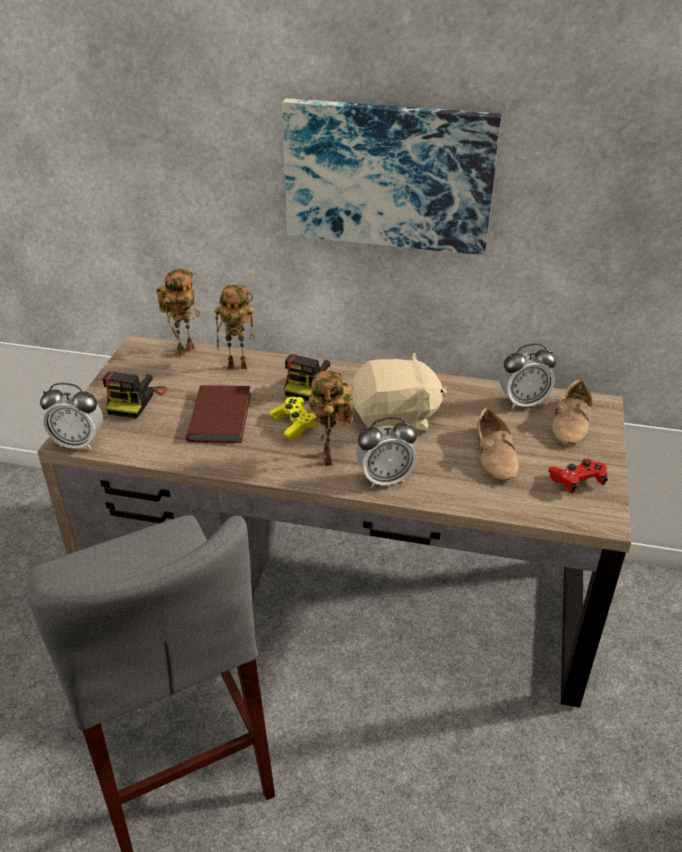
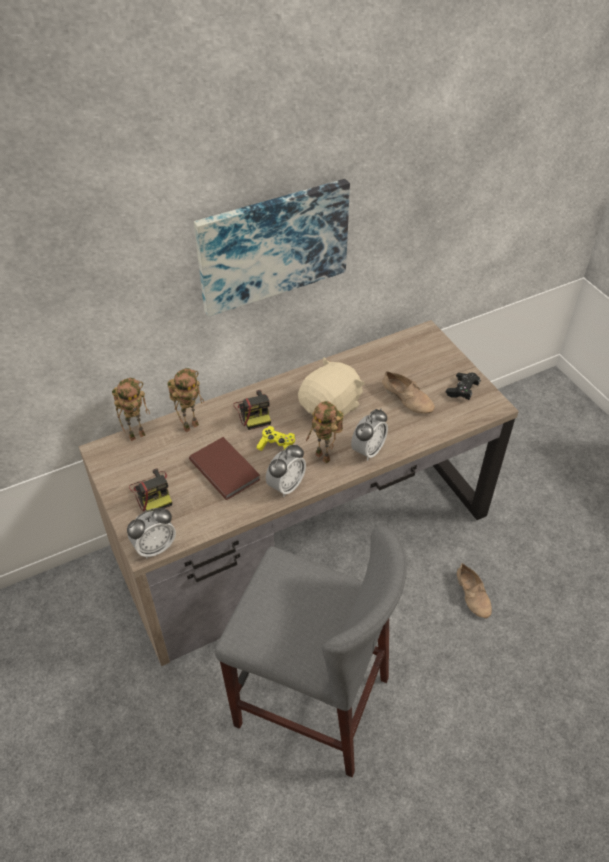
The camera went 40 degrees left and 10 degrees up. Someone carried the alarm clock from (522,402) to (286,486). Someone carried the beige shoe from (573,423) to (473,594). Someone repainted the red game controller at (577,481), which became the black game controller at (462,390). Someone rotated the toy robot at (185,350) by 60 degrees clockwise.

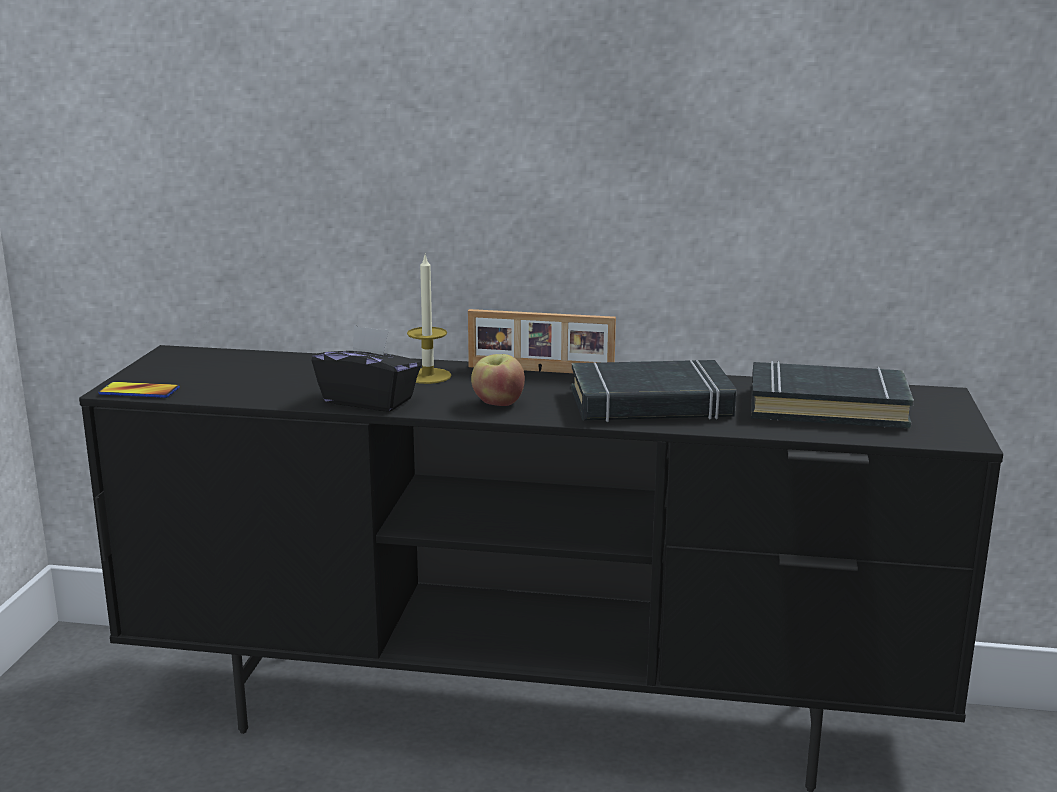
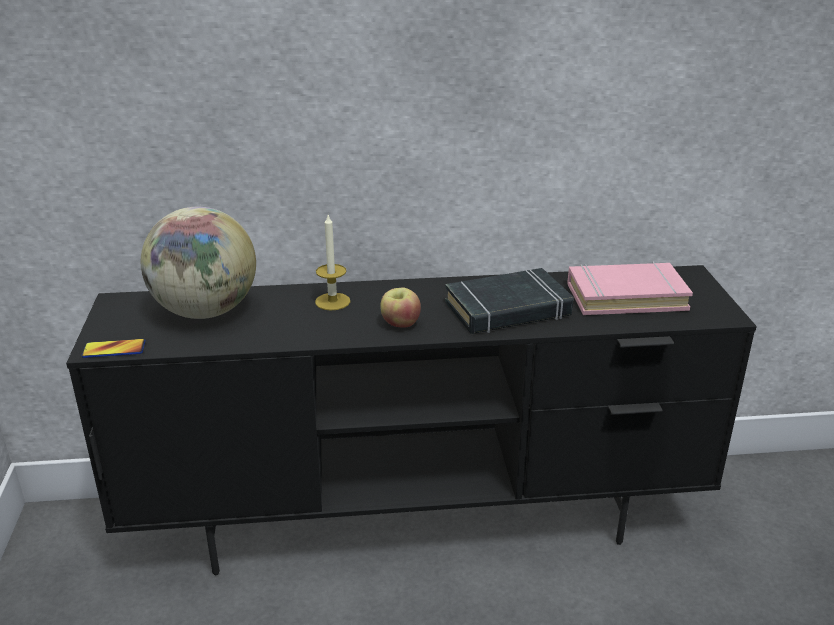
The camera went 15 degrees left and 10 degrees up. Someone took away the black tissue box at (369,400). Someone took away the picture frame at (540,371). Someone put down the globe at (205,311). Someone repainted the black book at (827,407), which became the pink book at (626,296).

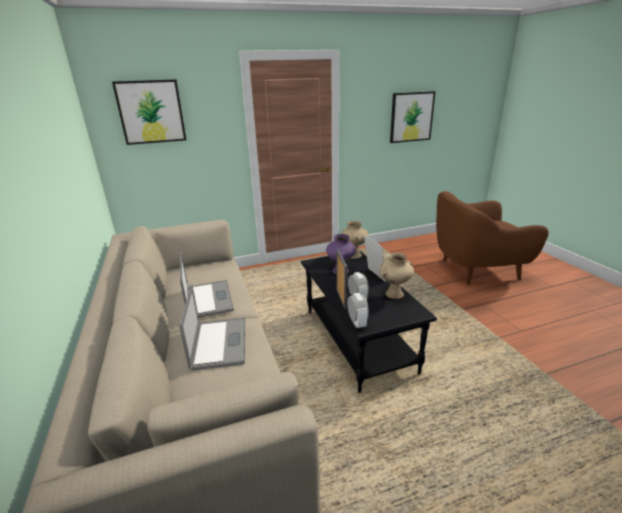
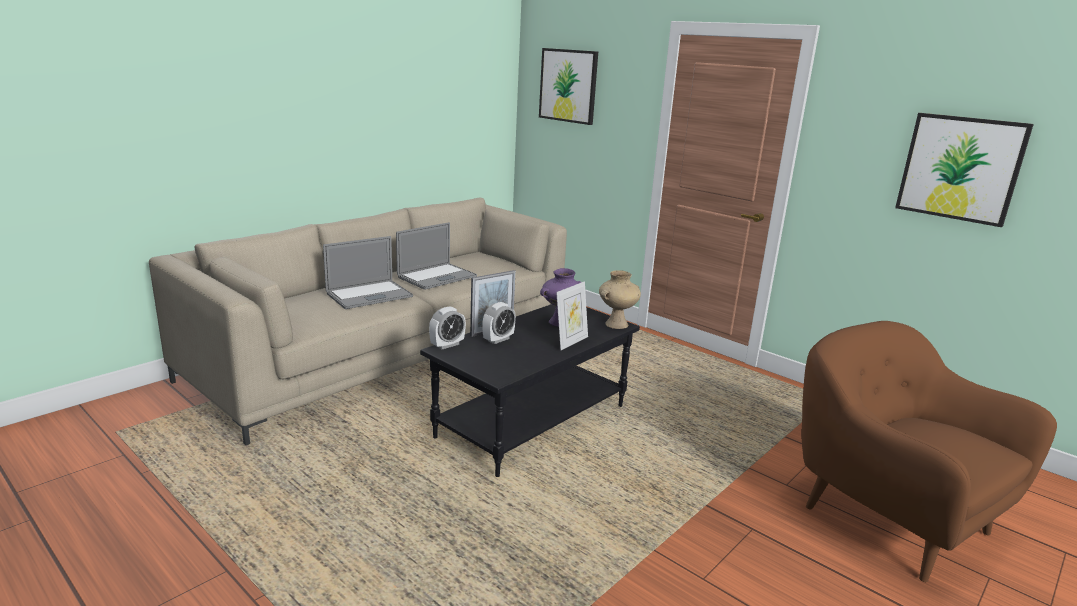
The camera went 60 degrees right and 5 degrees down. Someone took away the beige vase at (394,294).

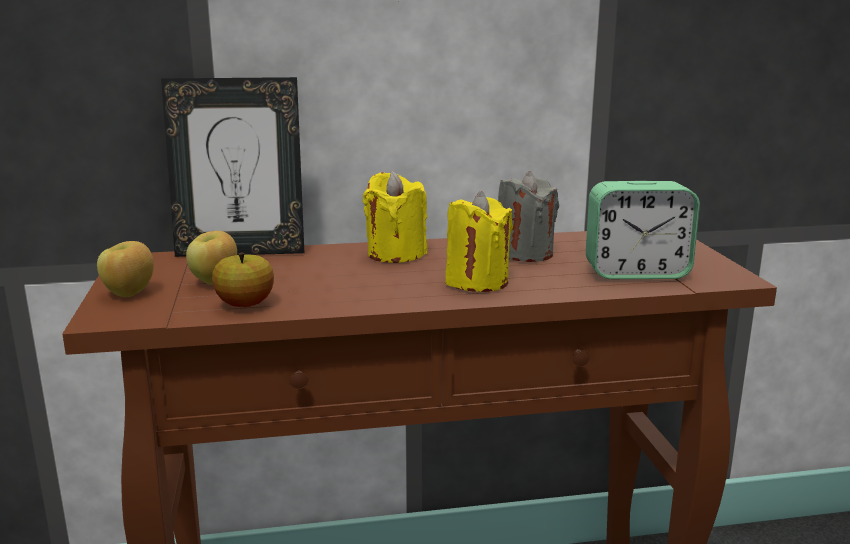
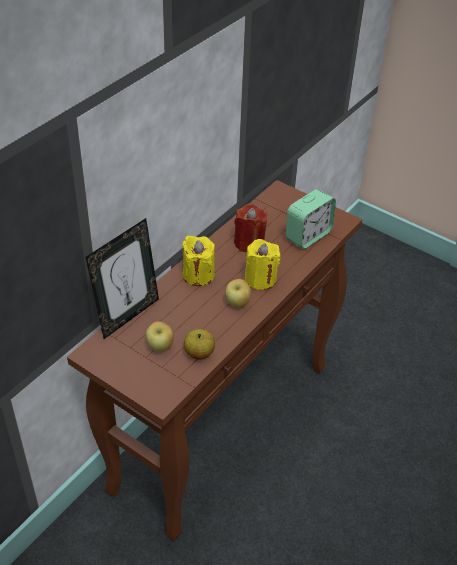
The camera went 45 degrees left and 25 degrees up. Someone carried the apple from (129,294) to (238,303). Someone repainted the grey candle at (524,253), which became the red candle at (249,243).

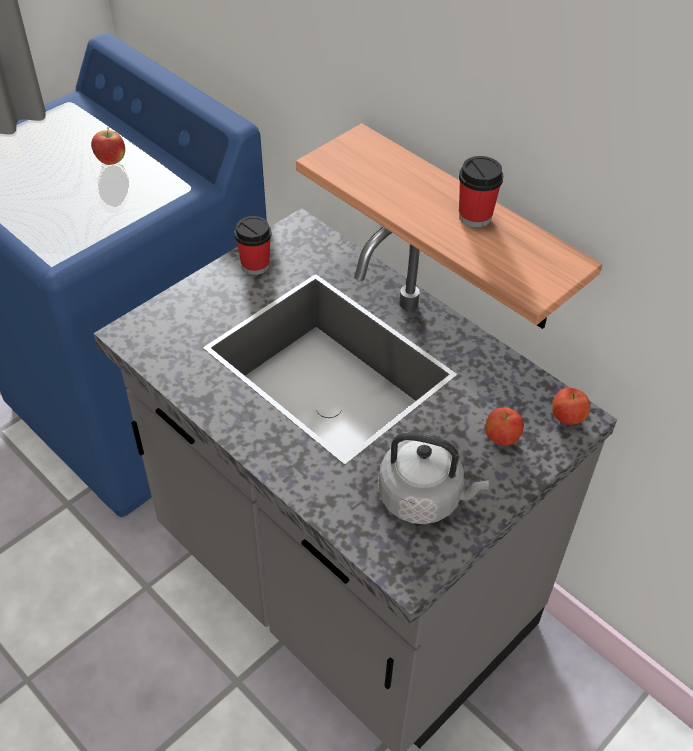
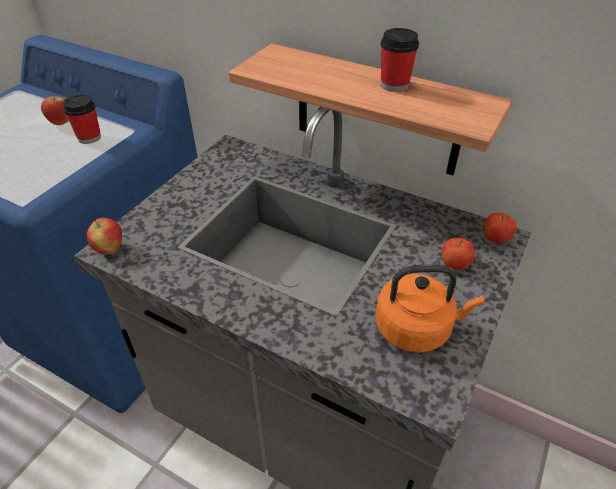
The camera went 15 degrees left and 5 degrees down. Someone put down the apple at (109,249). Someone carried the cup from (255,265) to (89,137). Someone repainted the grey kettle at (424,498), which became the orange kettle at (416,328).

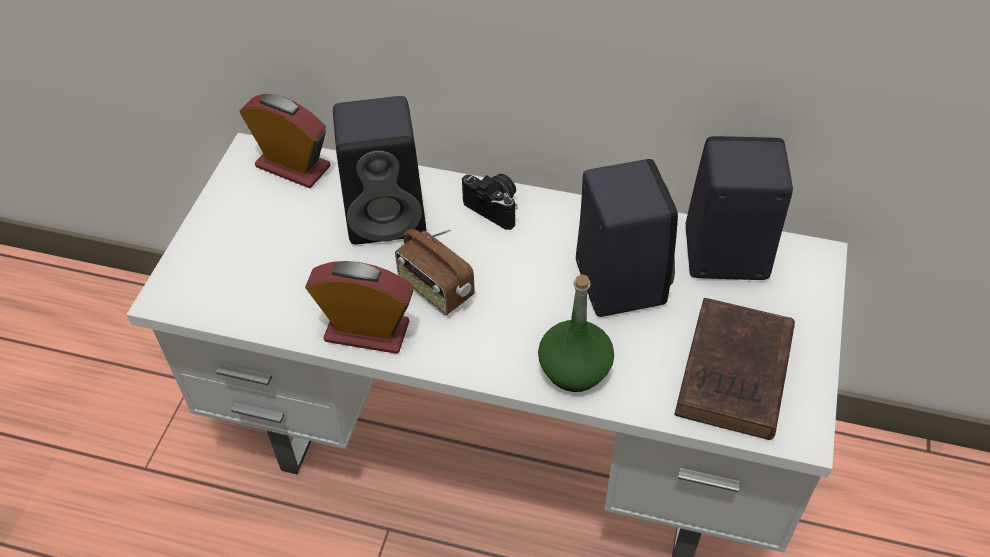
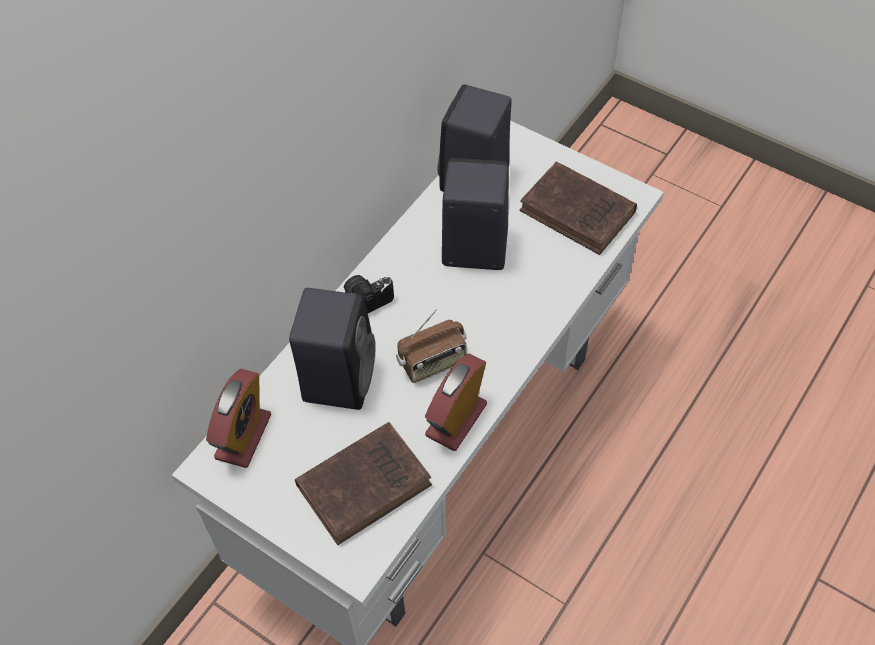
The camera went 70 degrees left and 5 degrees up. Someone took away the green bottle at (574,369). Someone put down the brown book at (367,483). Someone rotated the alarm clock at (293,166) by 150 degrees clockwise.

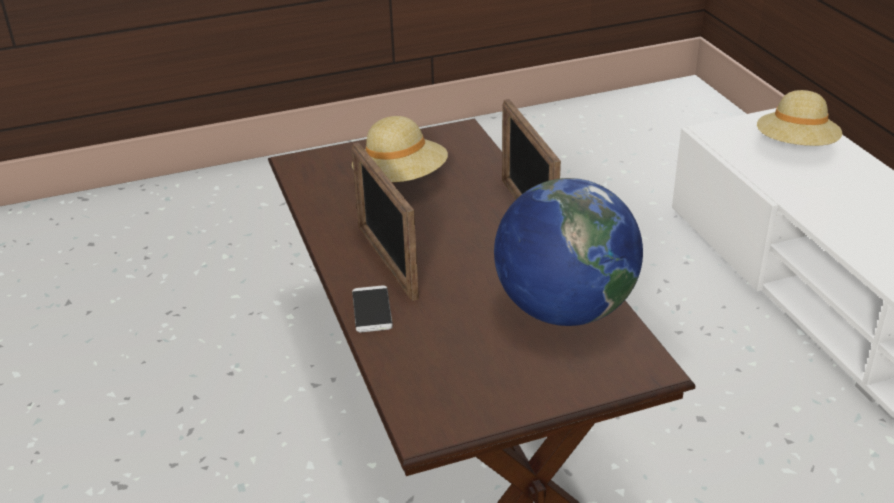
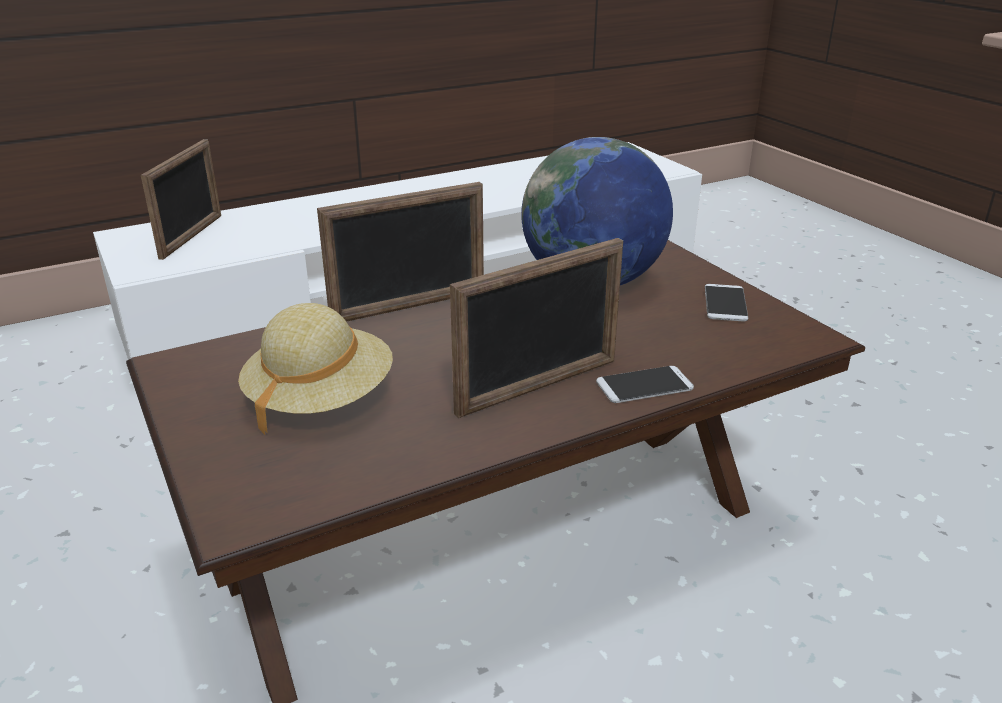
The camera went 100 degrees left and 5 degrees down. Someone put down the phone at (725,303). Someone swapped the beige hat at (795,147) for the picture frame at (192,236).

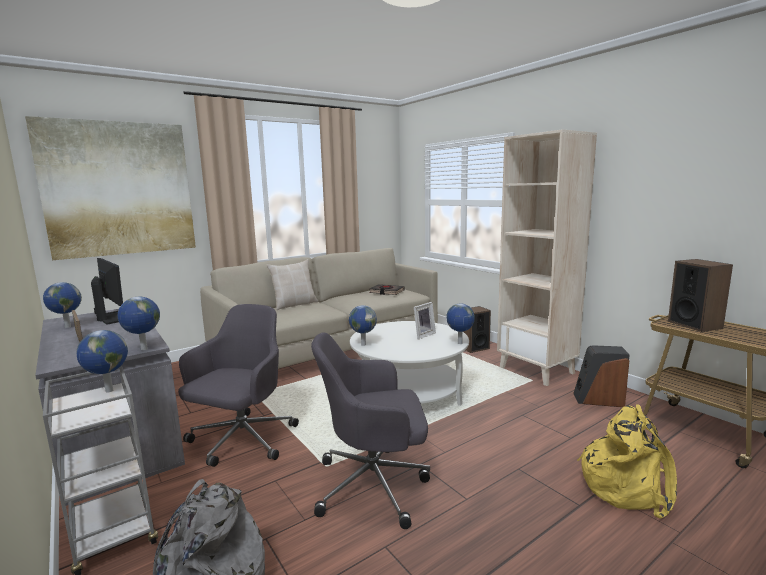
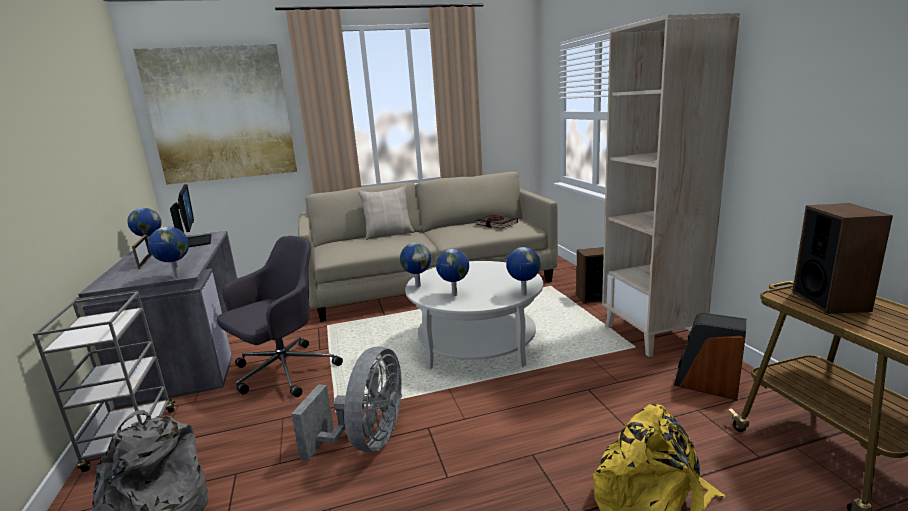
The camera went 20 degrees right and 5 degrees up. Someone took away the picture frame at (423,335). Someone carried the globe from (108,391) to (454,295). Someone swapped the grey office chair at (375,484) for the grey fan at (367,441).

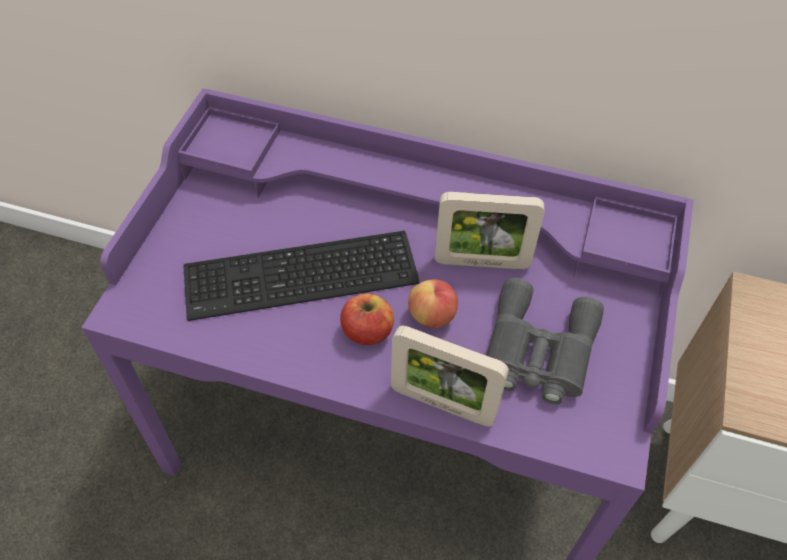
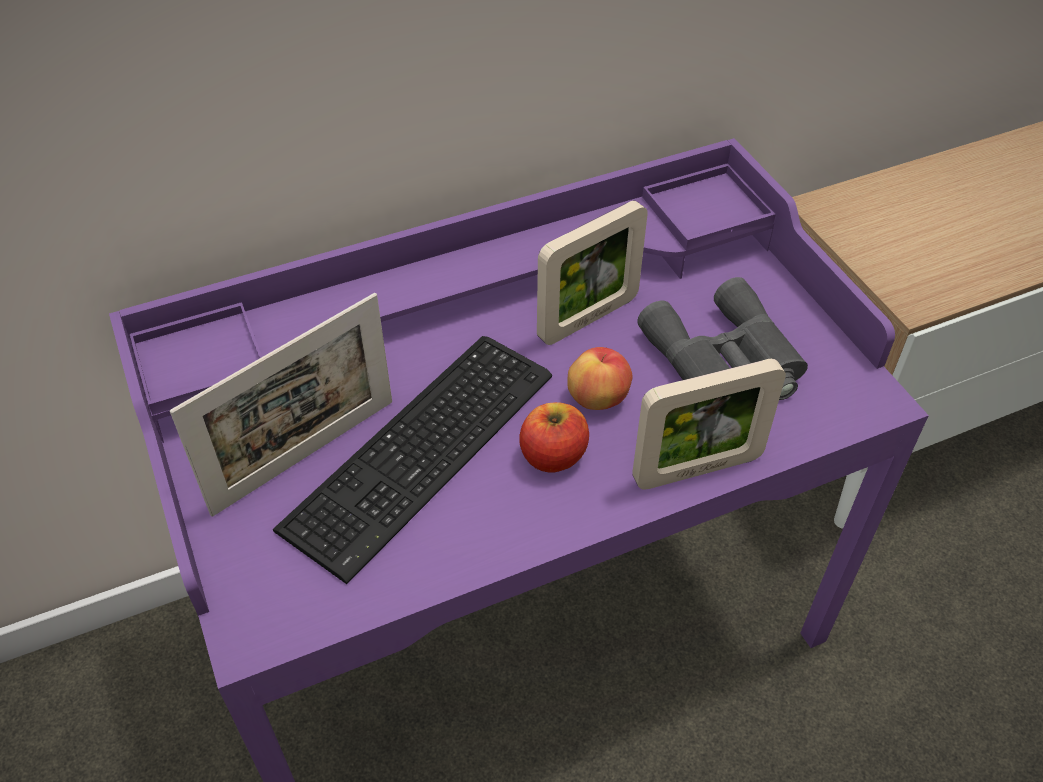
The camera went 40 degrees left and 5 degrees down. Someone put down the picture frame at (305,456).

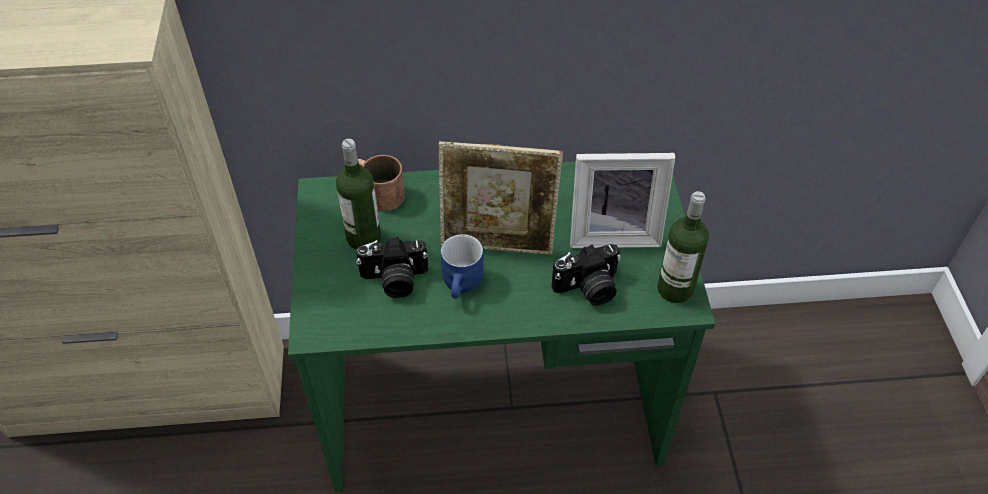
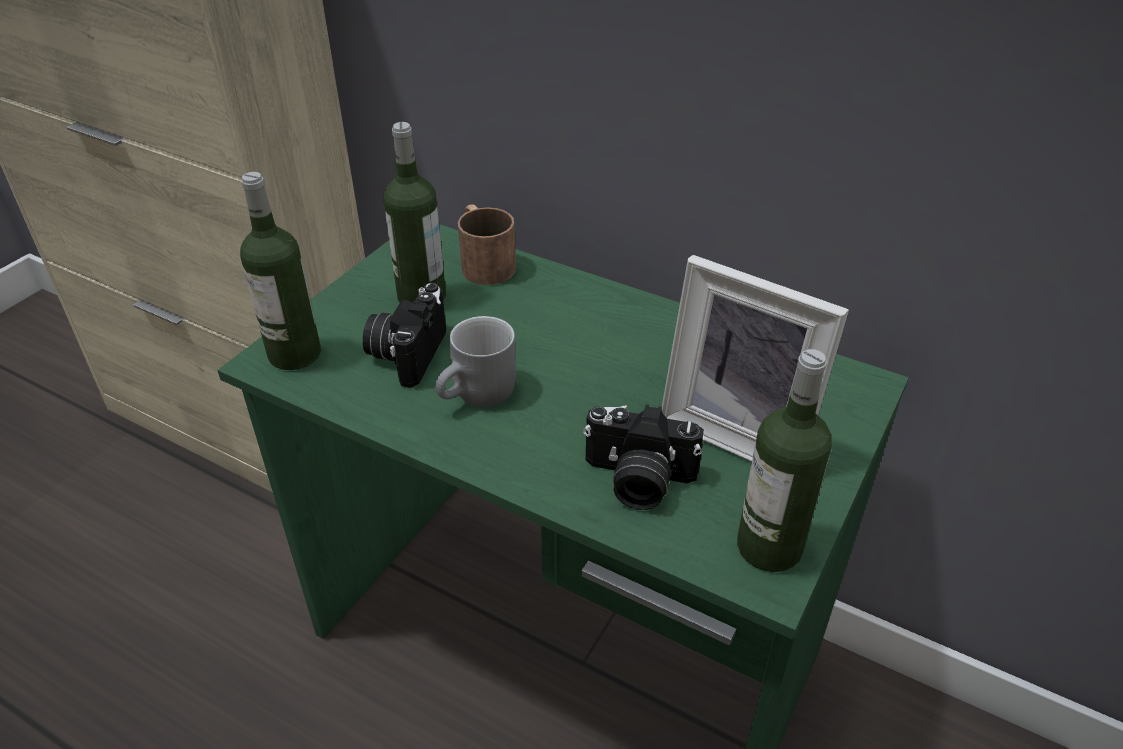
The camera went 35 degrees right and 10 degrees down. Someone took away the picture frame at (498,245). Someone put down the bottle at (294,354). Someone repainted the blue mug at (464,285), which became the grey mug at (480,396). Someone rotated the photo camera at (394,280) by 75 degrees clockwise.

